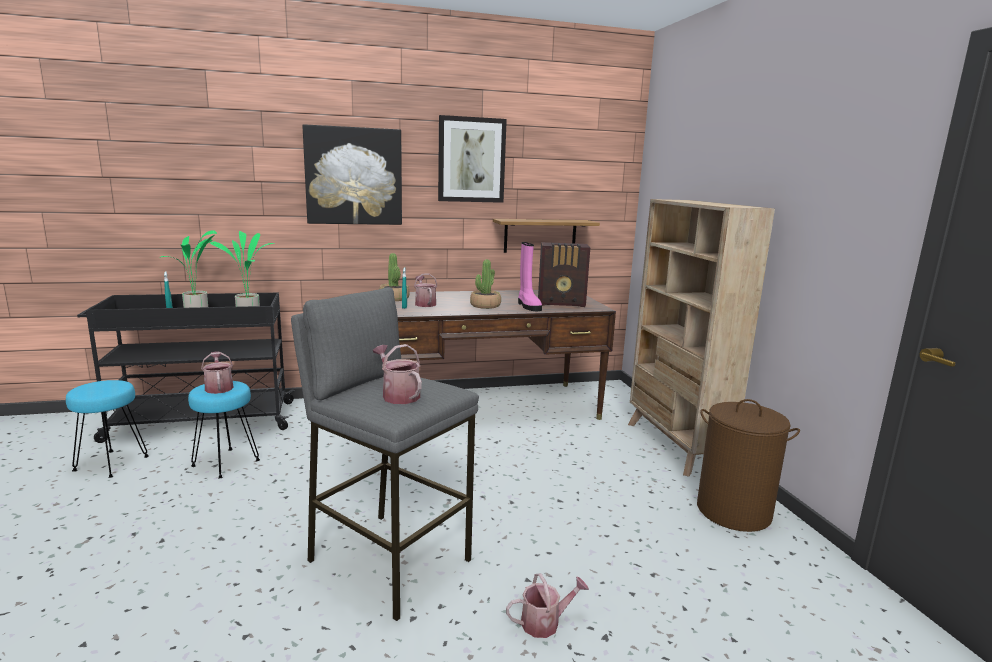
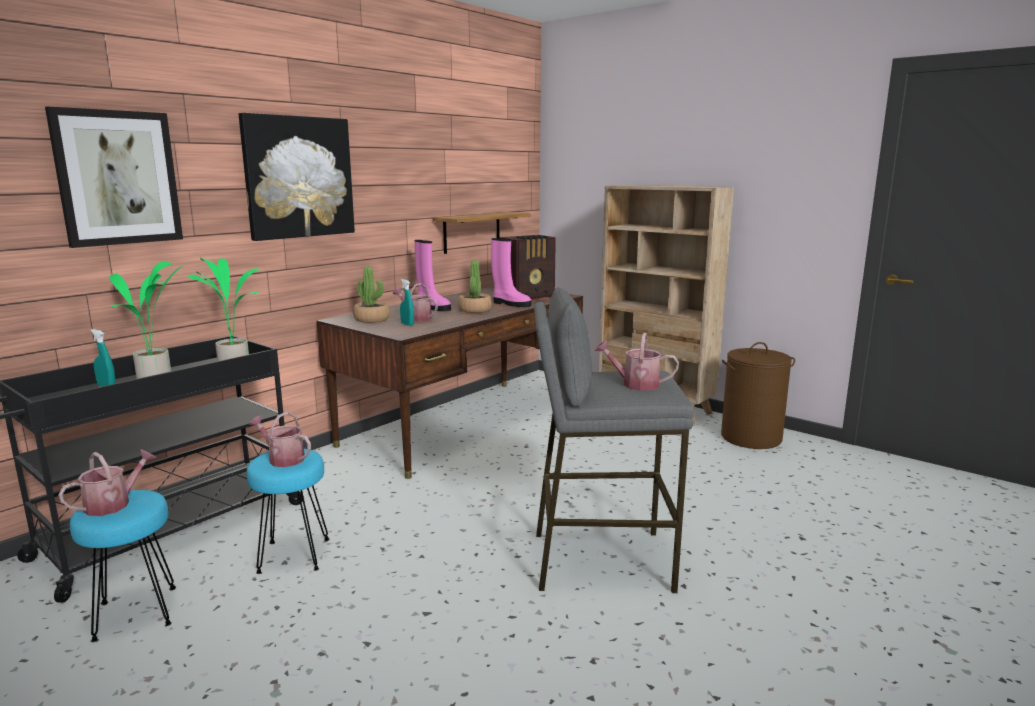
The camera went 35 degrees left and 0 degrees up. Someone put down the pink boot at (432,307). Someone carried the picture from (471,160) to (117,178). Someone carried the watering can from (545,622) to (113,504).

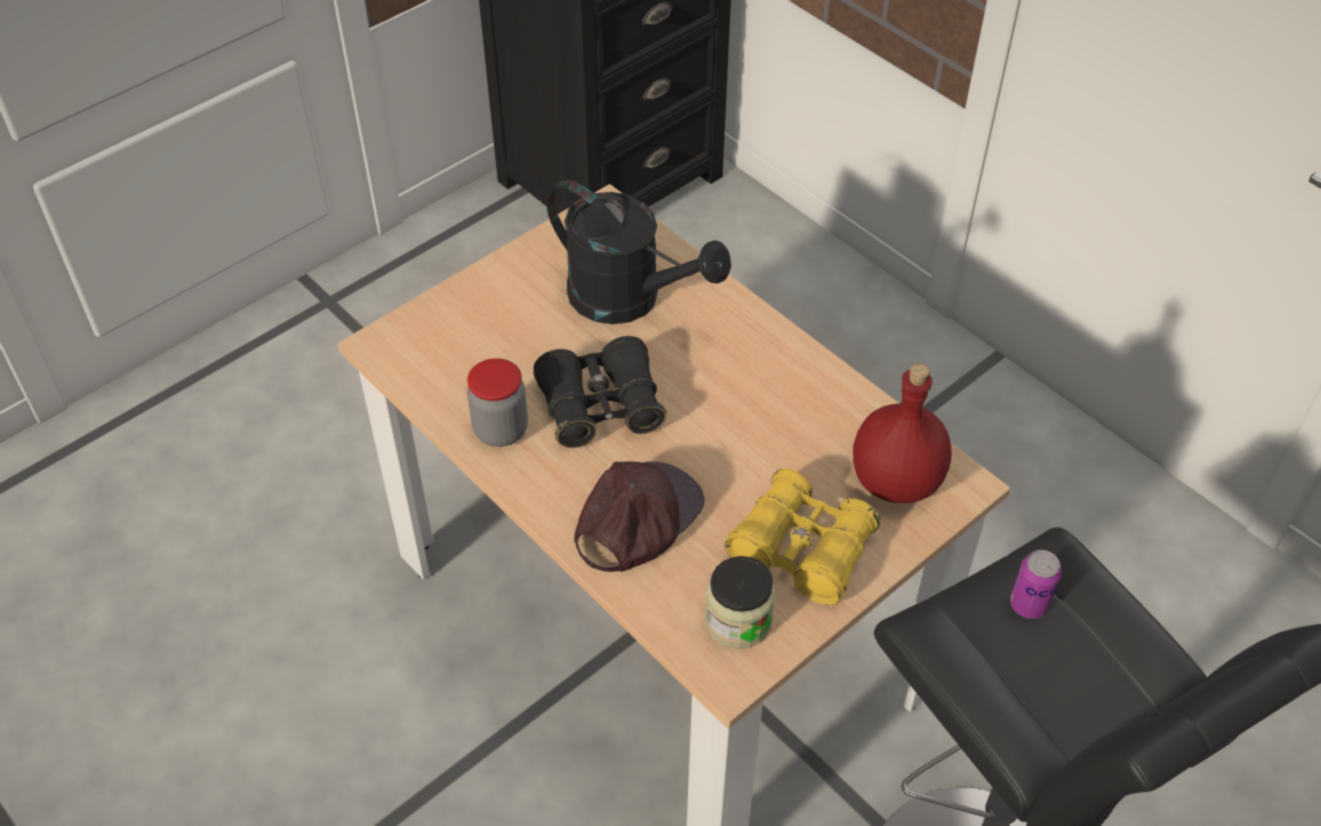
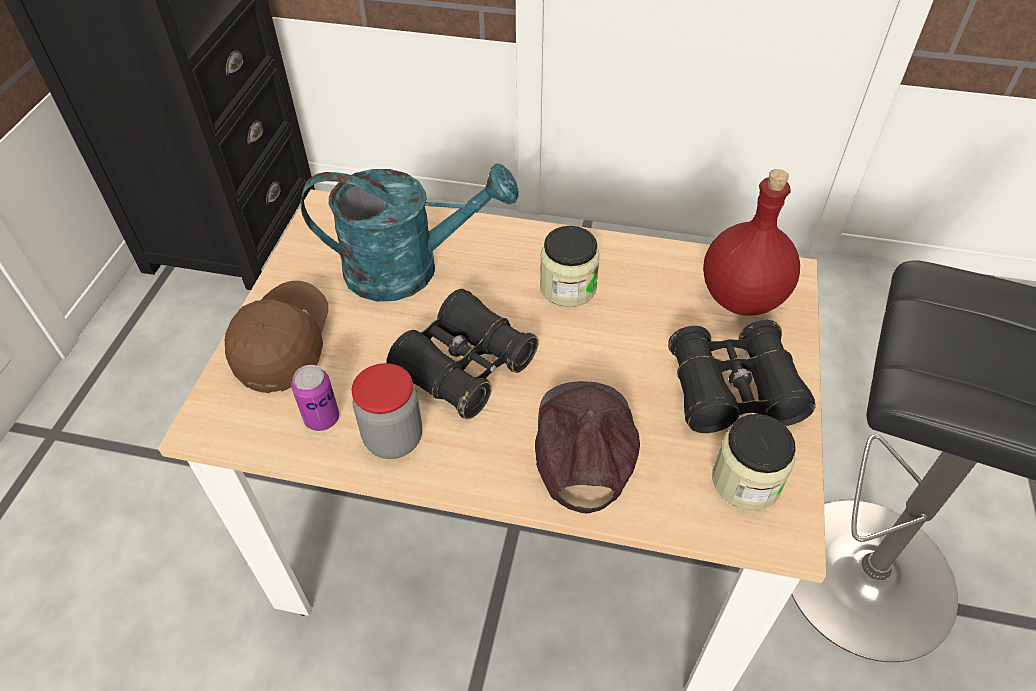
The camera went 35 degrees left and 0 degrees up. Someone put down the brown cap at (284,345). Someone put down the jar at (568,287). Someone carried the can from (1028,604) to (322,418). Someone repainted the black watering can at (629,299), which became the turquoise watering can at (409,269). Someone repainted the yellow binoculars at (802,550), which became the black binoculars at (732,391).

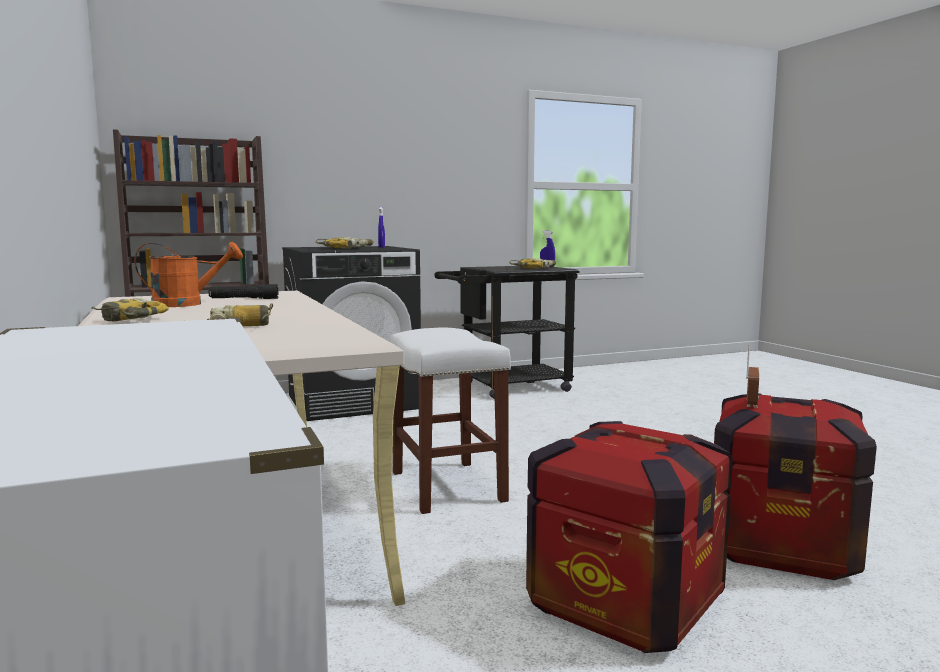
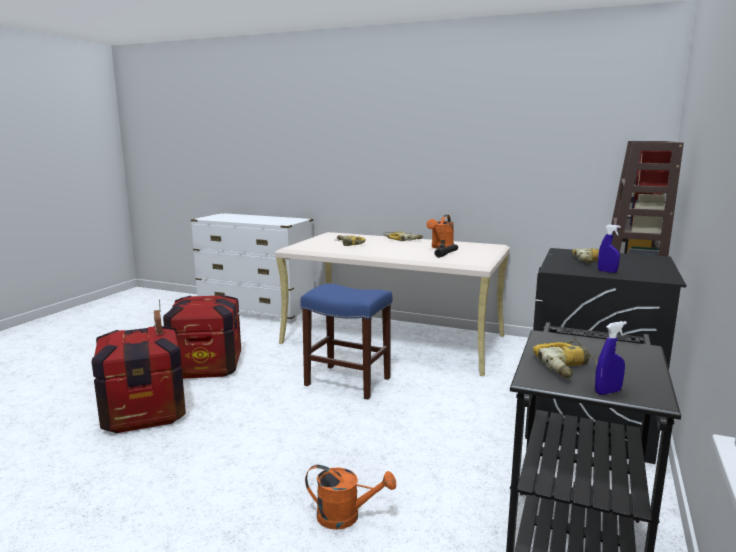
The camera went 135 degrees right and 5 degrees up. Someone put down the orange watering can at (346,517). Someone repainted the white stool at (449,487), which became the blue stool at (346,381).

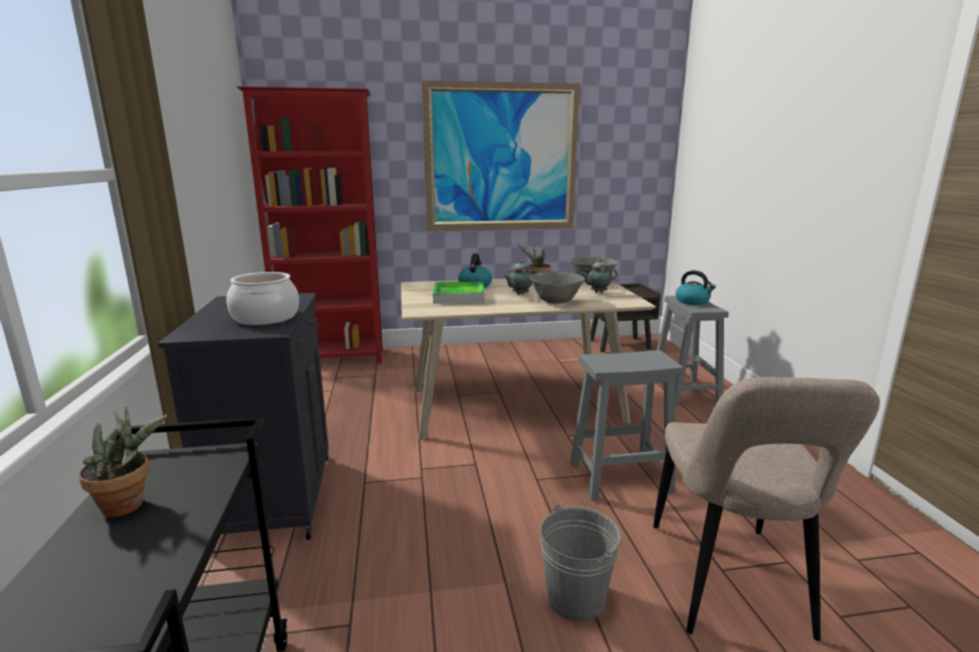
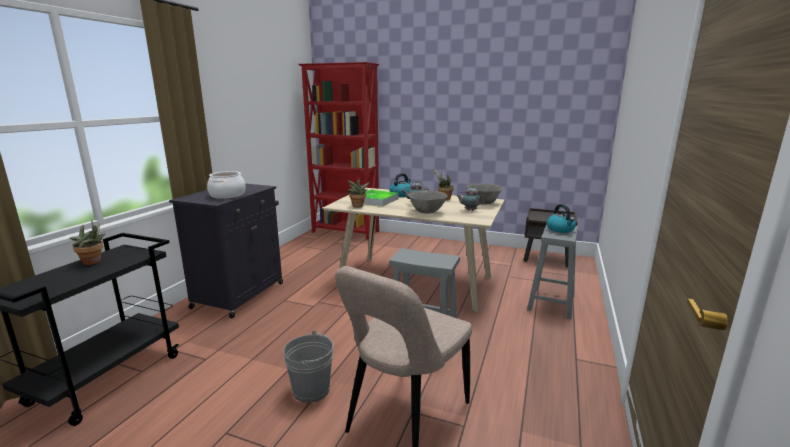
The camera went 30 degrees right and 0 degrees up. Someone took away the picture at (501,158). Someone put down the potted plant at (357,206).

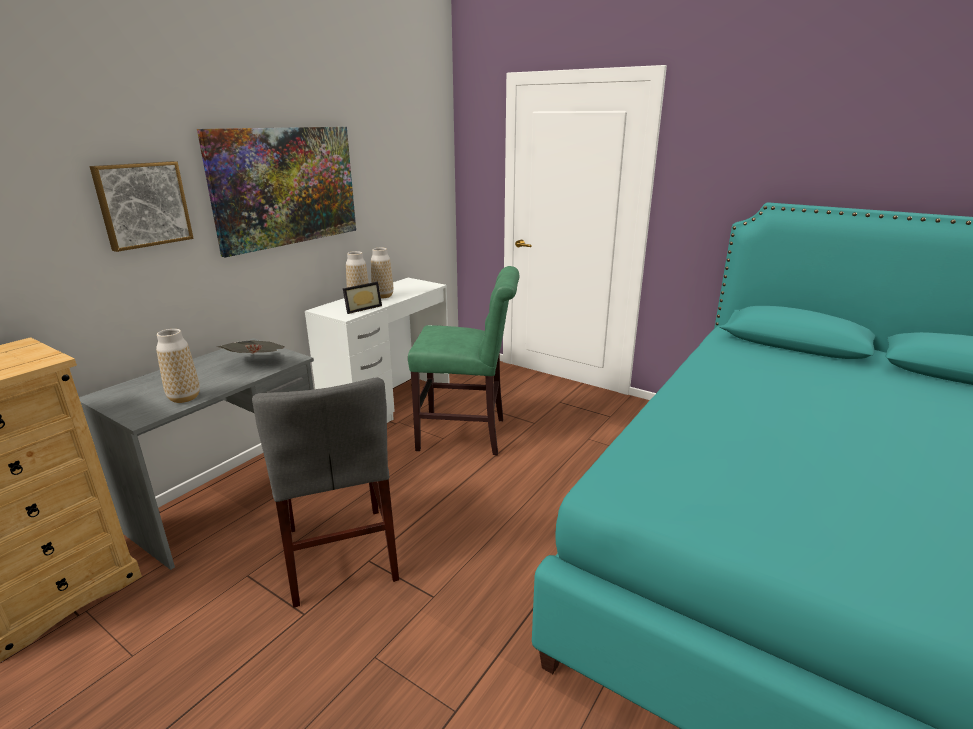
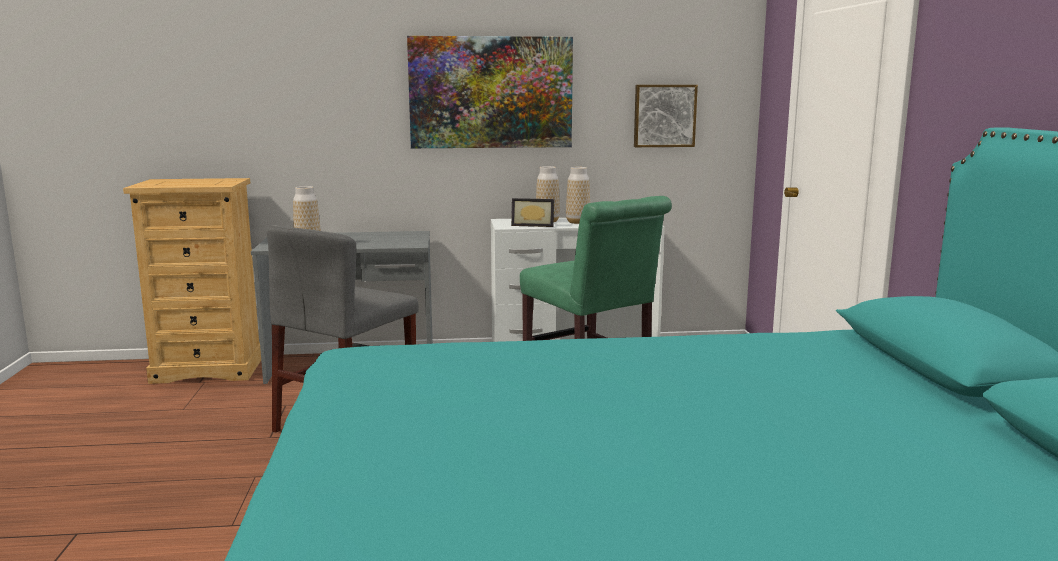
The camera went 50 degrees right and 10 degrees down. Someone took away the newspaper at (256,363). Someone carried the picture from (143,204) to (664,115).

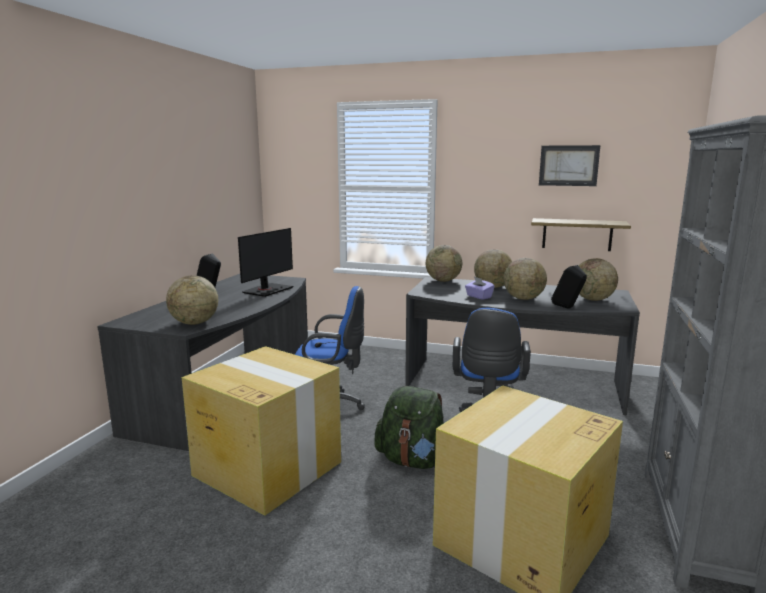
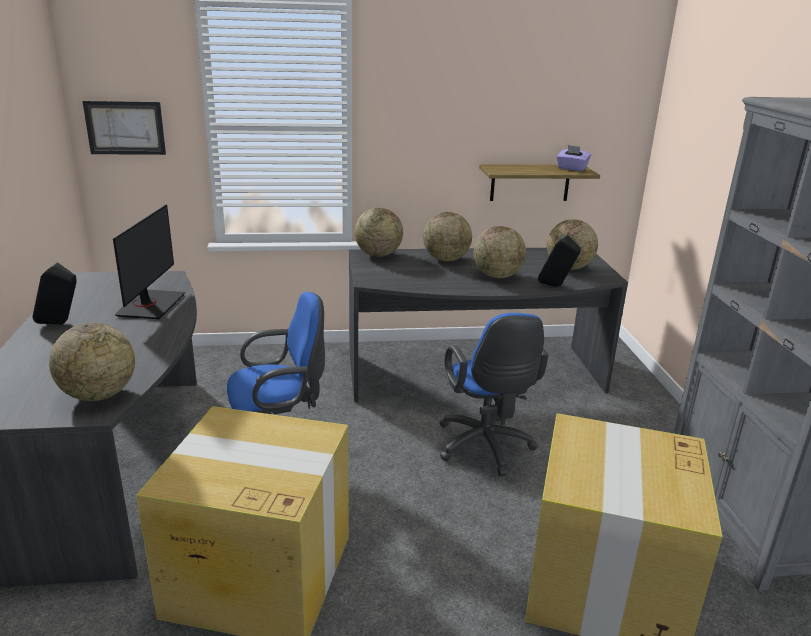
The camera went 25 degrees left and 10 degrees up. Someone took away the green backpack at (414,461). Someone carried the purple tissue box from (478,297) to (571,169). Someone carried the picture from (568,165) to (125,128).

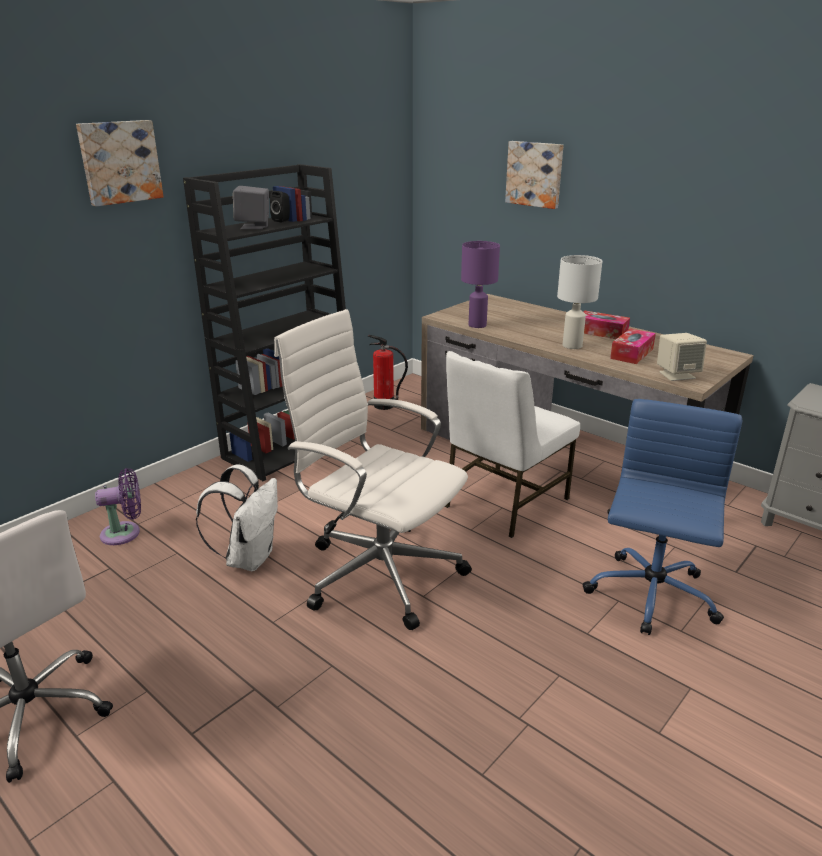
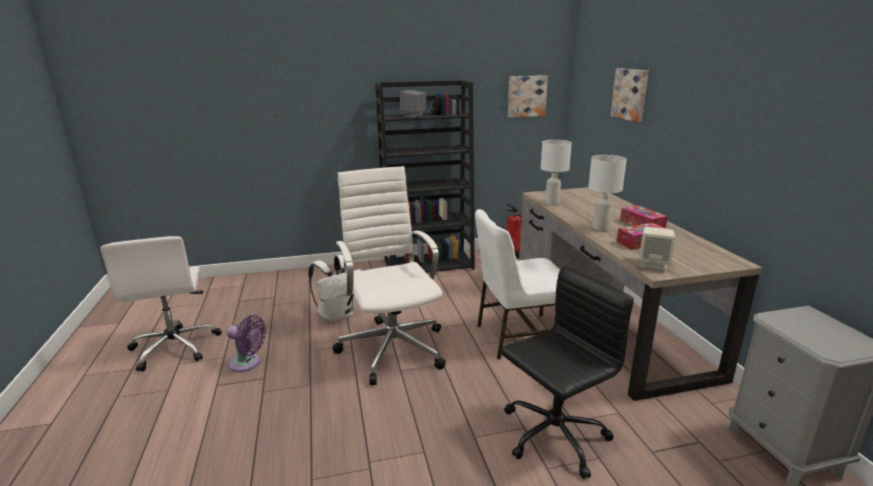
The camera went 35 degrees right and 5 degrees down. Someone carried the picture from (119,162) to (526,96). Someone carried the purple fan from (125,533) to (247,364). Someone repainted the purple table lamp at (477,325), which became the white table lamp at (551,203). Someone repainted the blue office chair at (650,596), which became the black office chair at (553,436).

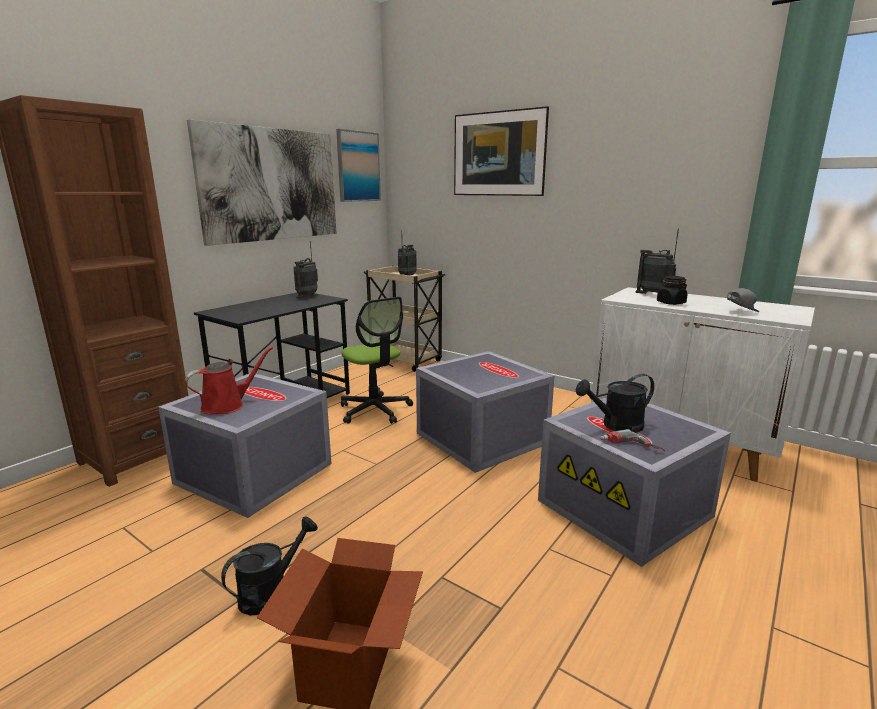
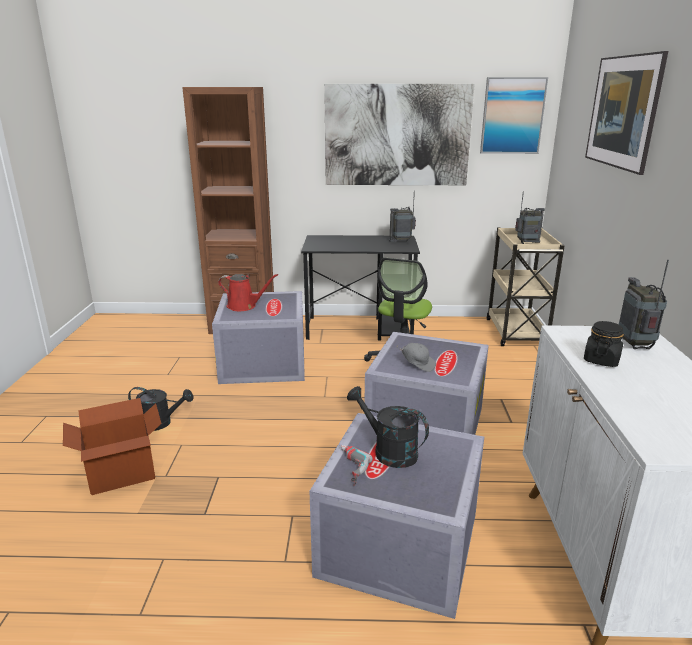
The camera went 55 degrees right and 5 degrees up. Someone carried the grey cap from (739,312) to (417,365).

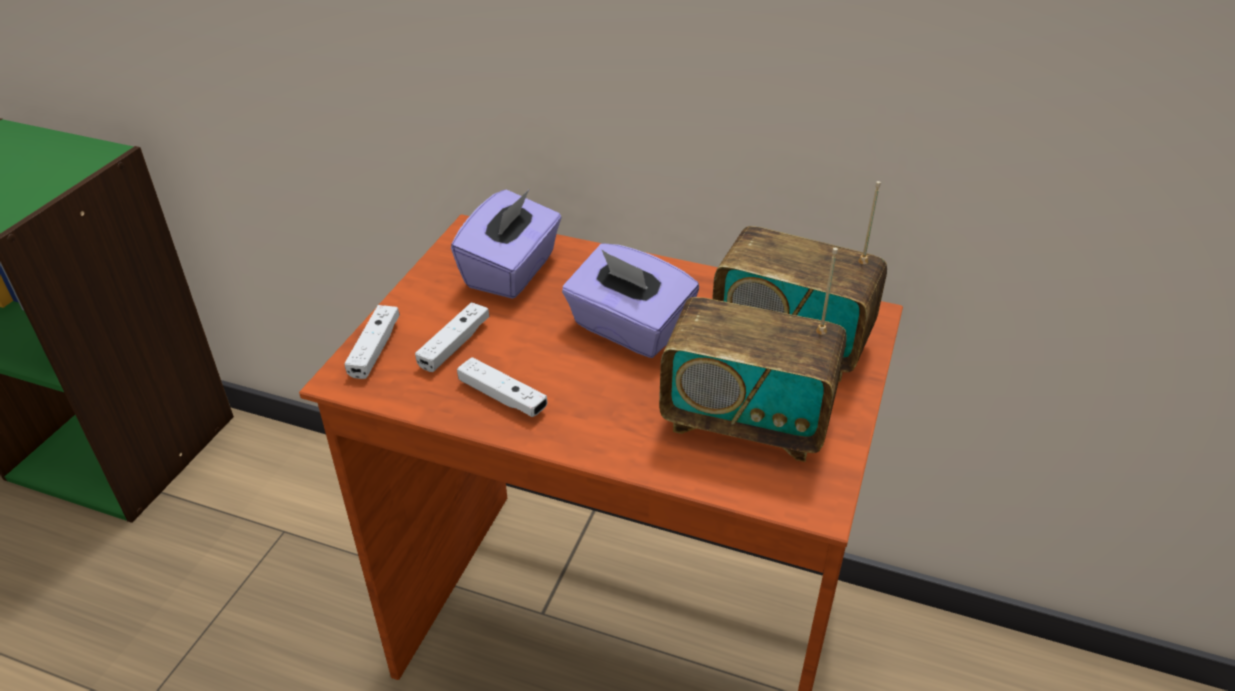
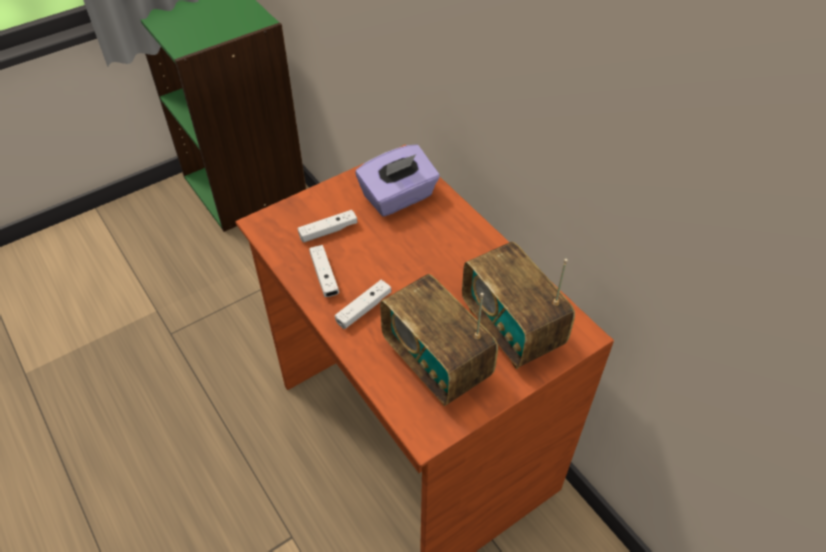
The camera went 35 degrees right and 10 degrees up. Someone took away the purple tissue box at (628,329). Someone carried the white game controller from (375,349) to (364,309).

